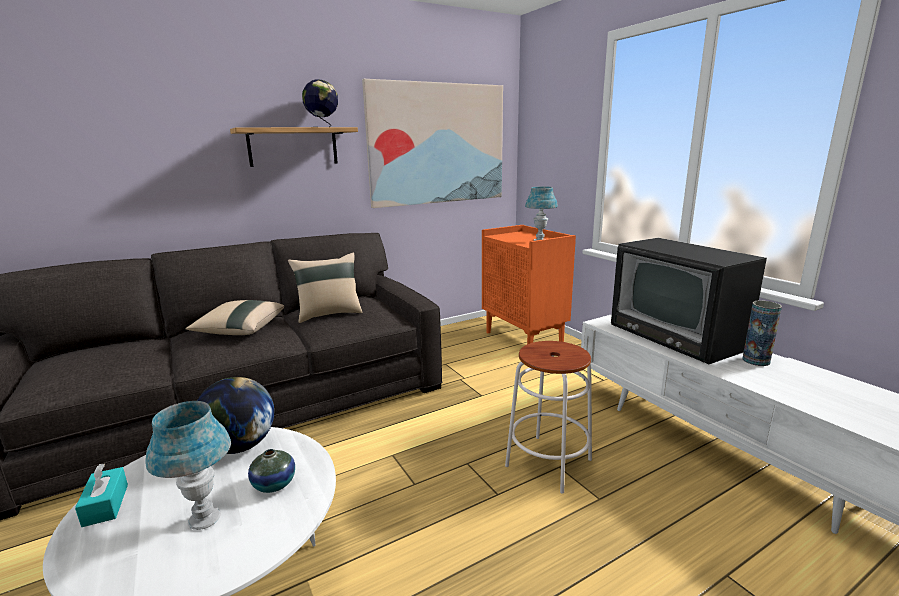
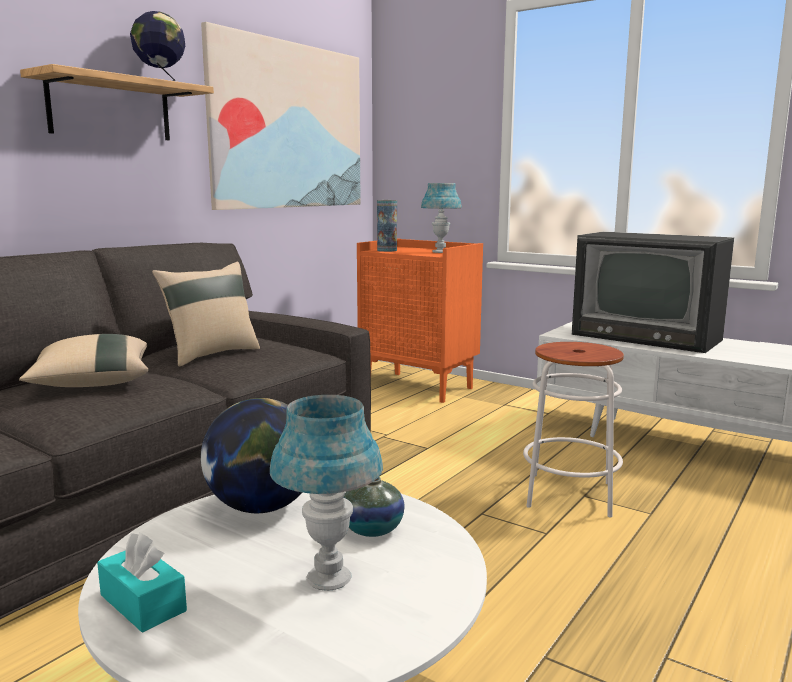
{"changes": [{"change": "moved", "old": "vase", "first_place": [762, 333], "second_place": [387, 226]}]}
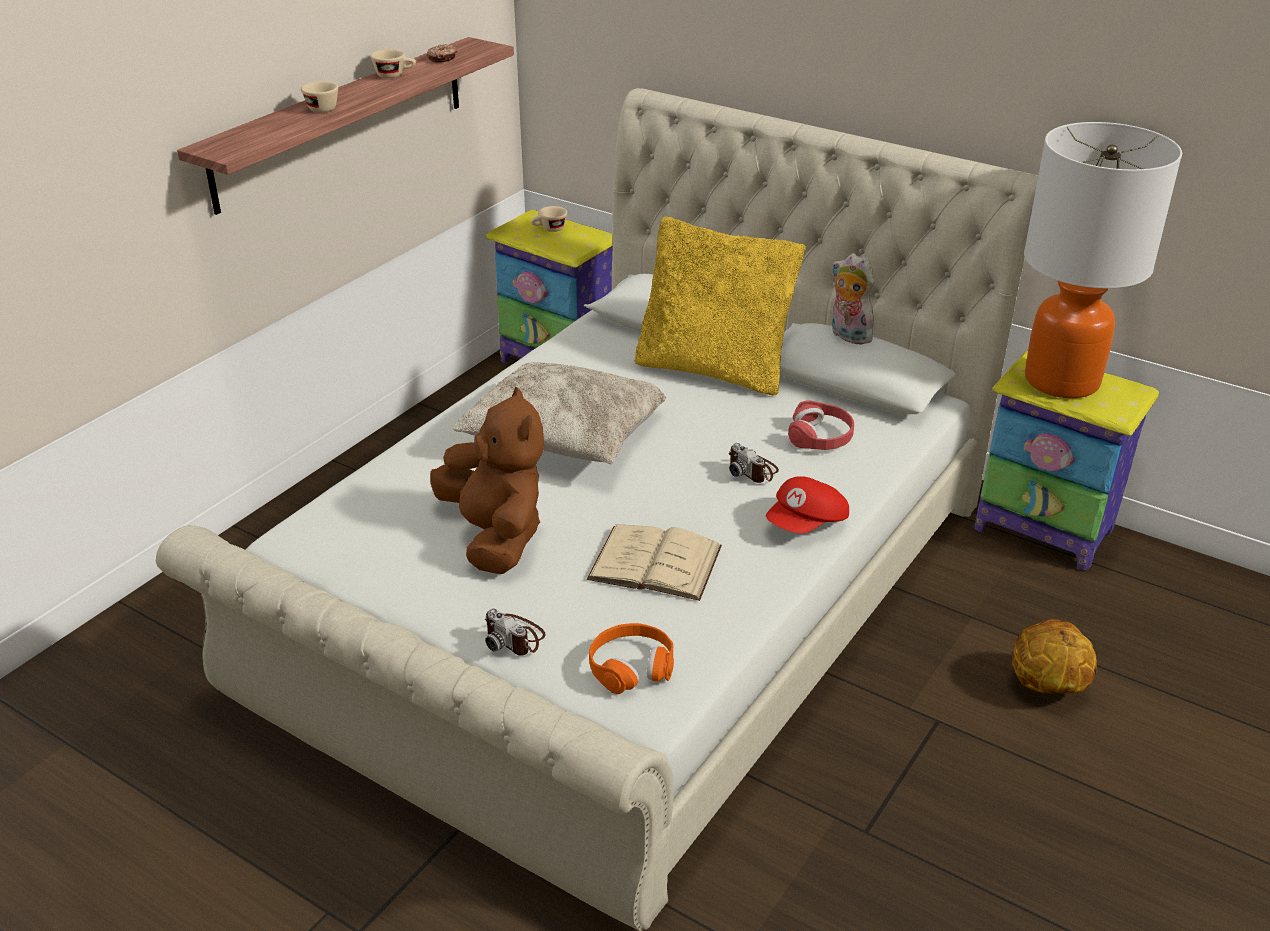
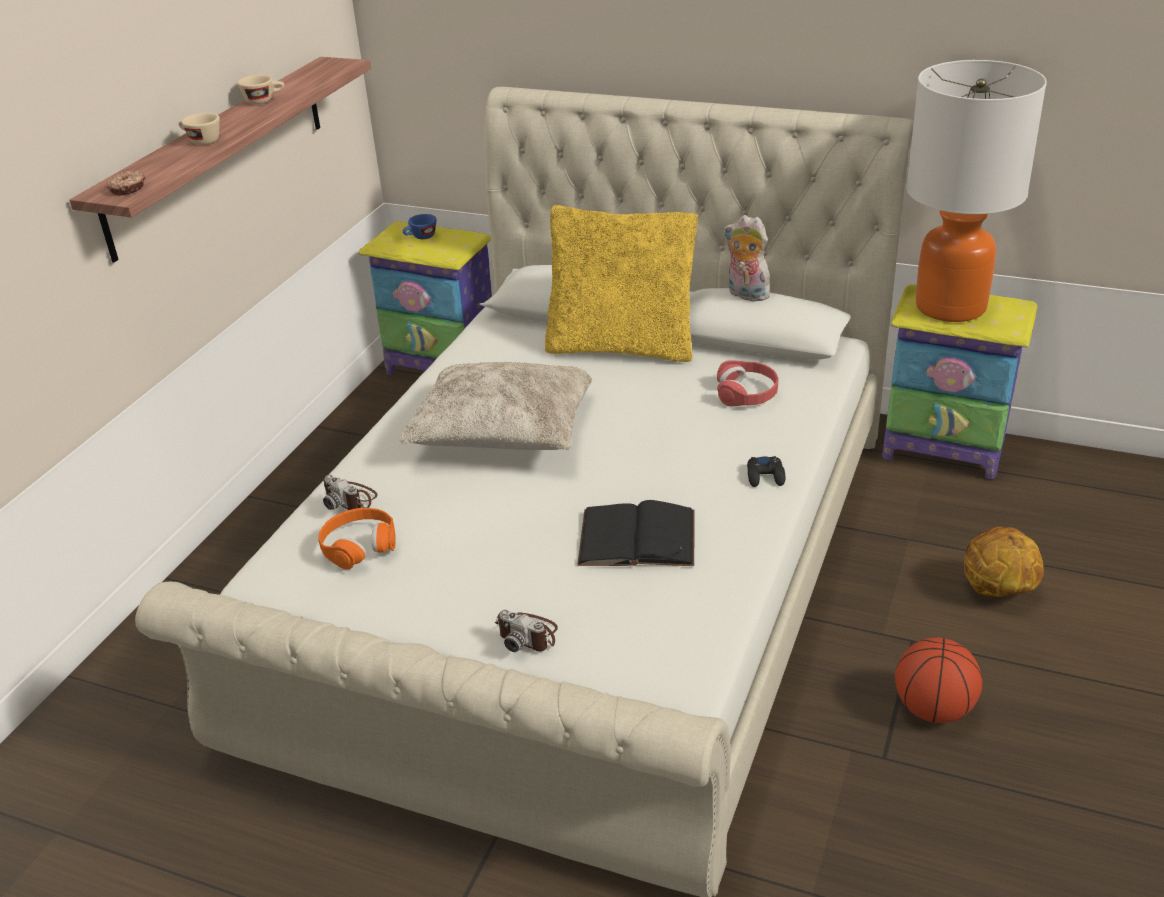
{"changes": [{"change": "removed", "old": "brown plush toy", "first_place": [487, 480]}, {"change": "added", "new": "basketball", "second_place": [939, 680]}, {"change": "moved", "old": "donut", "first_place": [442, 53], "second_place": [126, 183]}, {"change": "moved", "old": "orange headphones", "first_place": [631, 658], "second_place": [357, 538]}, {"change": "moved", "old": "photo camera", "first_place": [754, 463], "second_place": [350, 492]}, {"change": "replaced", "old": "red cap", "new": "black game controller", "first_place": [807, 505], "second_place": [766, 471]}, {"change": "recoloured", "old": "beige cup", "new": "blue cup", "first_place": [549, 219], "second_place": [420, 226]}, {"change": "recoloured", "old": "beige book", "new": "black book", "first_place": [654, 562], "second_place": [636, 533]}]}
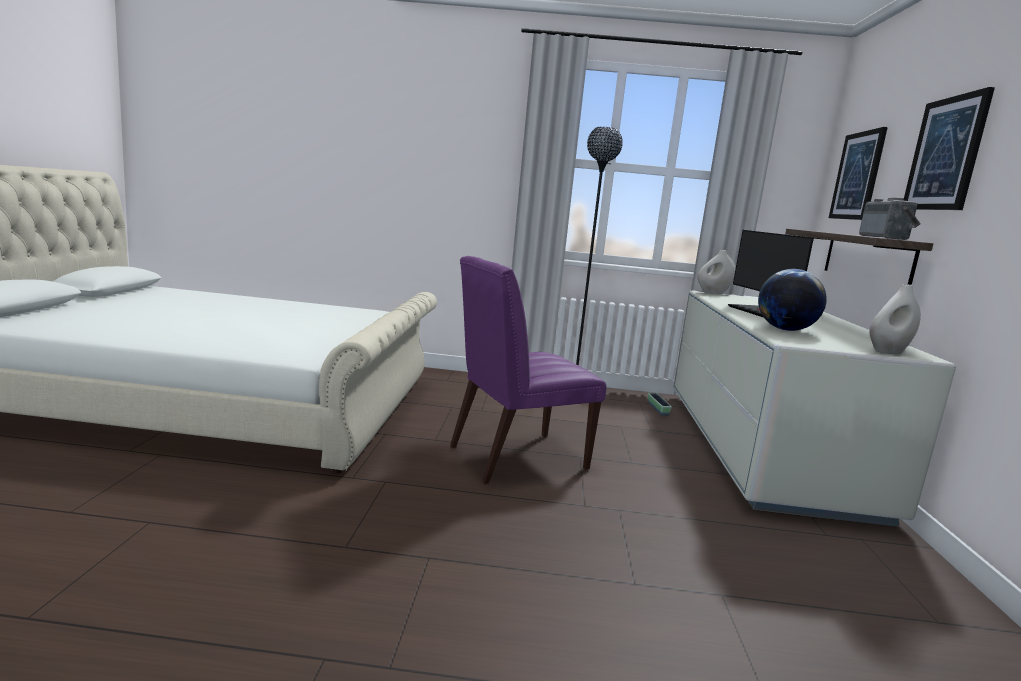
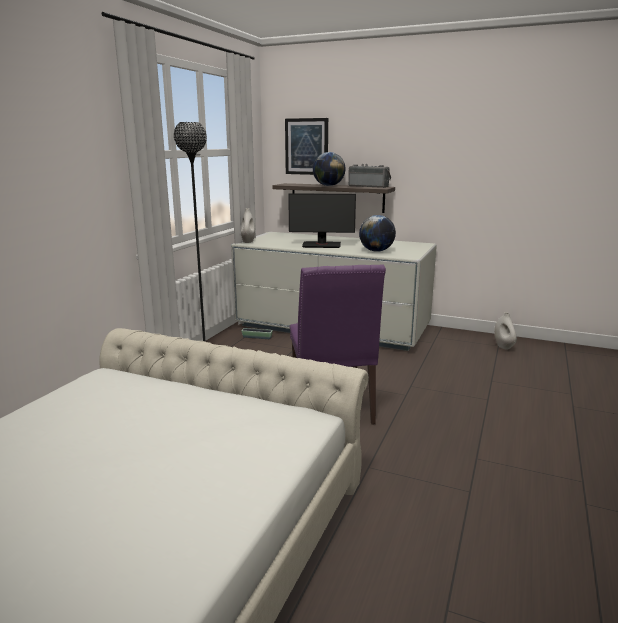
{"changes": [{"change": "removed", "old": "picture", "first_place": [949, 148]}, {"change": "added", "new": "globe", "second_place": [329, 169]}, {"change": "moved", "old": "white vase", "first_place": [895, 319], "second_place": [505, 330]}]}
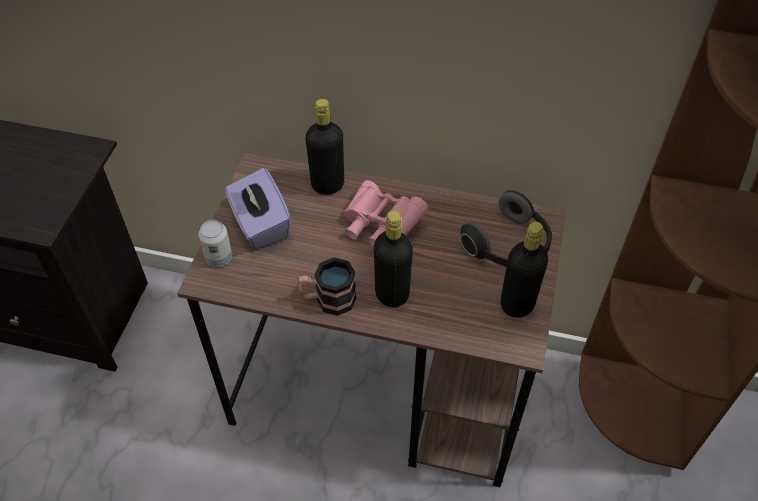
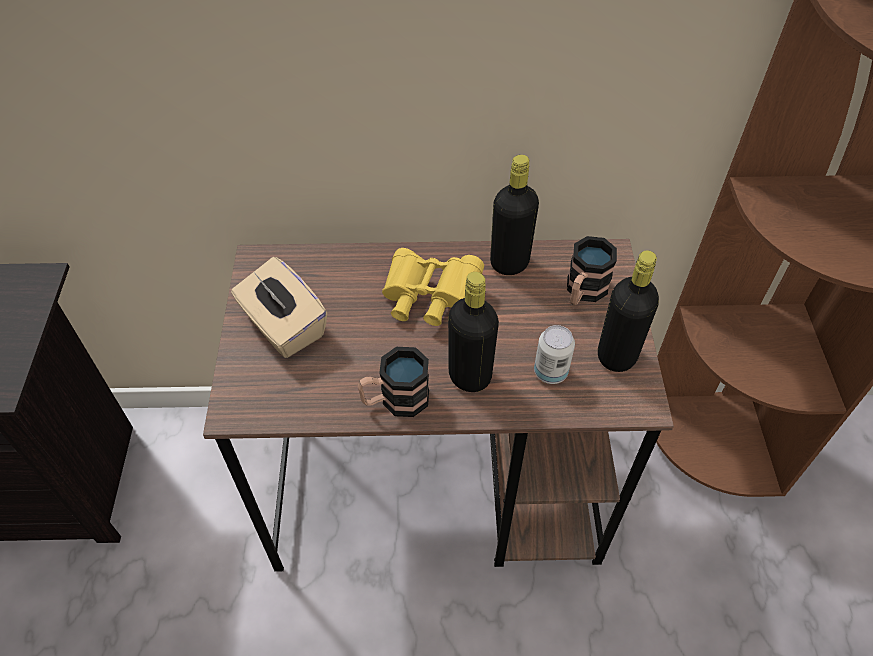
{"changes": [{"change": "moved", "old": "can", "first_place": [215, 243], "second_place": [554, 354]}, {"change": "moved", "old": "black bottle", "first_place": [324, 147], "second_place": [514, 215]}, {"change": "replaced", "old": "headphones", "new": "mug", "first_place": [506, 228], "second_place": [592, 270]}, {"change": "recoloured", "old": "purple tissue box", "new": "beige tissue box", "first_place": [258, 208], "second_place": [279, 307]}, {"change": "recoloured", "old": "pink binoculars", "new": "yellow binoculars", "first_place": [386, 213], "second_place": [433, 287]}]}
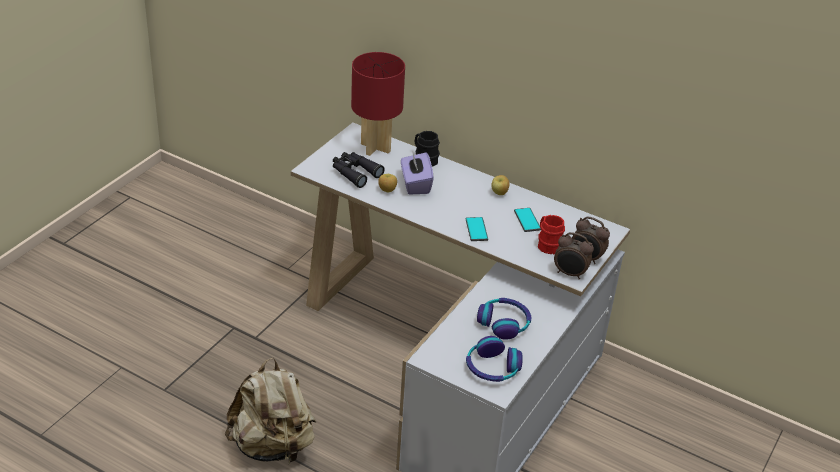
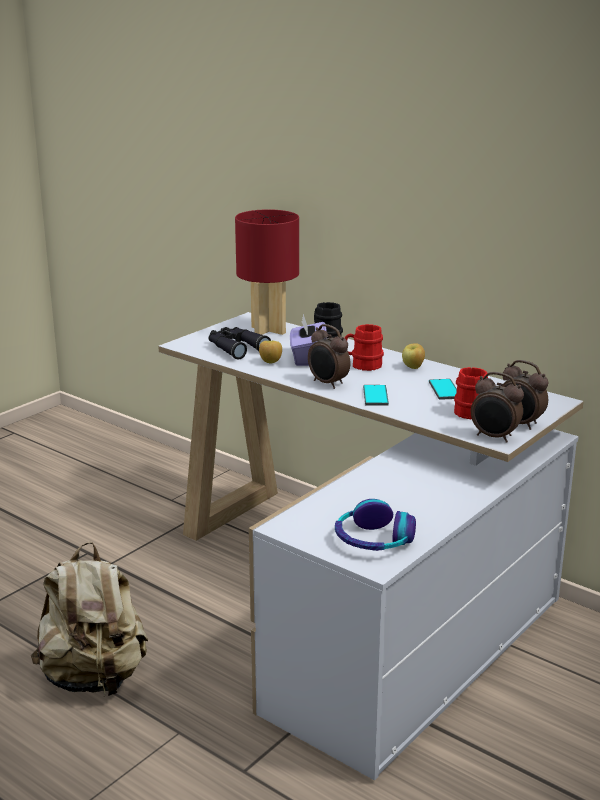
{"changes": [{"change": "removed", "old": "headphones", "first_place": [504, 319]}, {"change": "added", "new": "alarm clock", "second_place": [329, 356]}, {"change": "added", "new": "red mug", "second_place": [364, 347]}]}
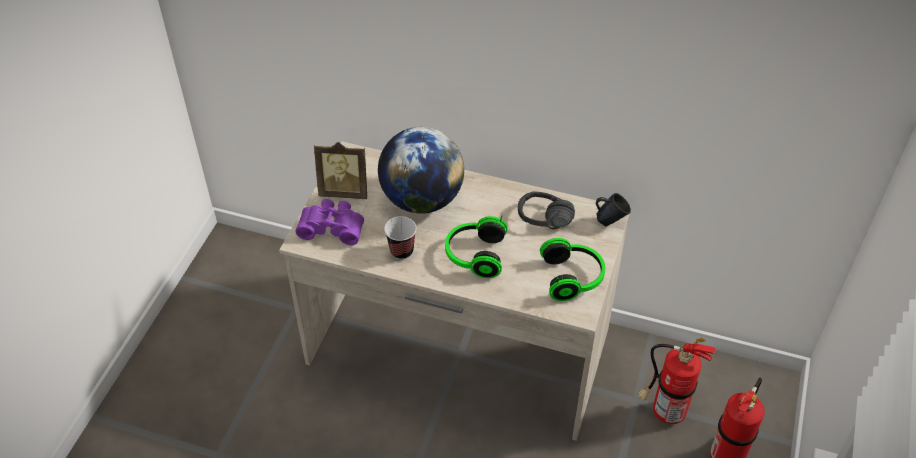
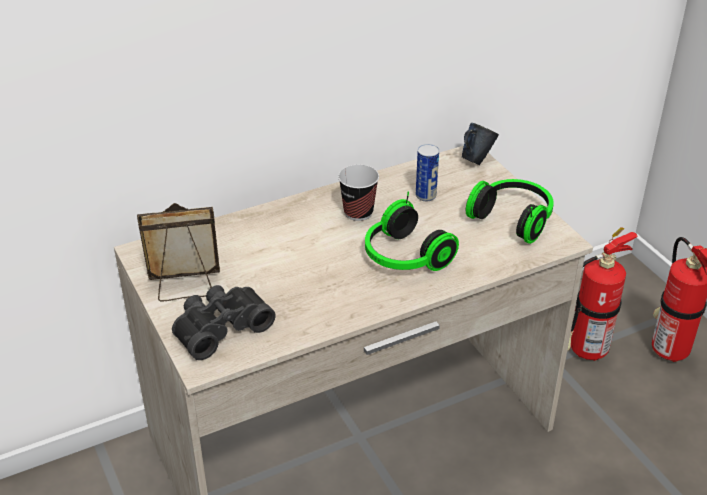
{"changes": [{"change": "removed", "old": "globe", "first_place": [421, 170]}, {"change": "moved", "old": "cup", "first_place": [400, 238], "second_place": [358, 193]}, {"change": "replaced", "old": "black headphones", "new": "can", "first_place": [546, 210], "second_place": [427, 172]}, {"change": "recoloured", "old": "purple binoculars", "new": "black binoculars", "first_place": [329, 222], "second_place": [224, 322]}, {"change": "turned", "old": "picture frame", "first_place": [340, 170], "second_place": [178, 252], "degrees": -150}]}
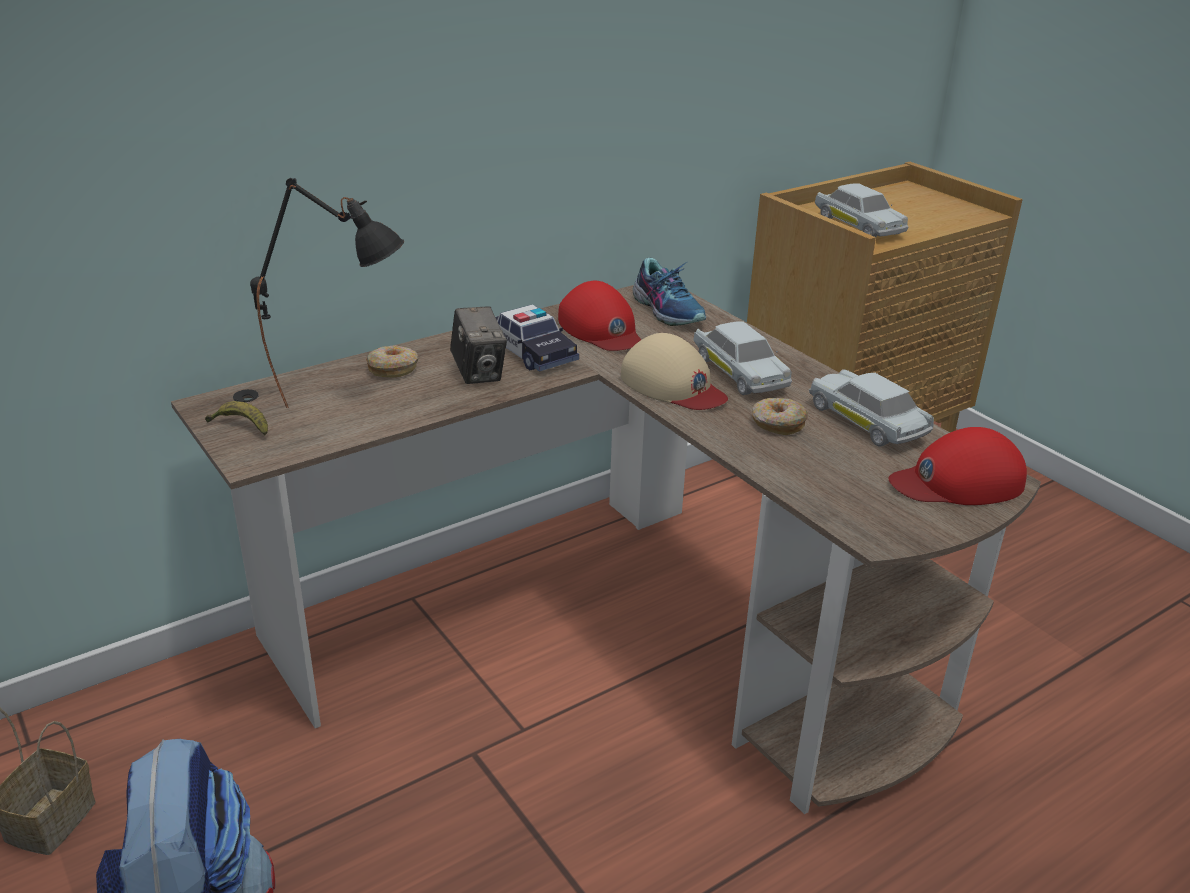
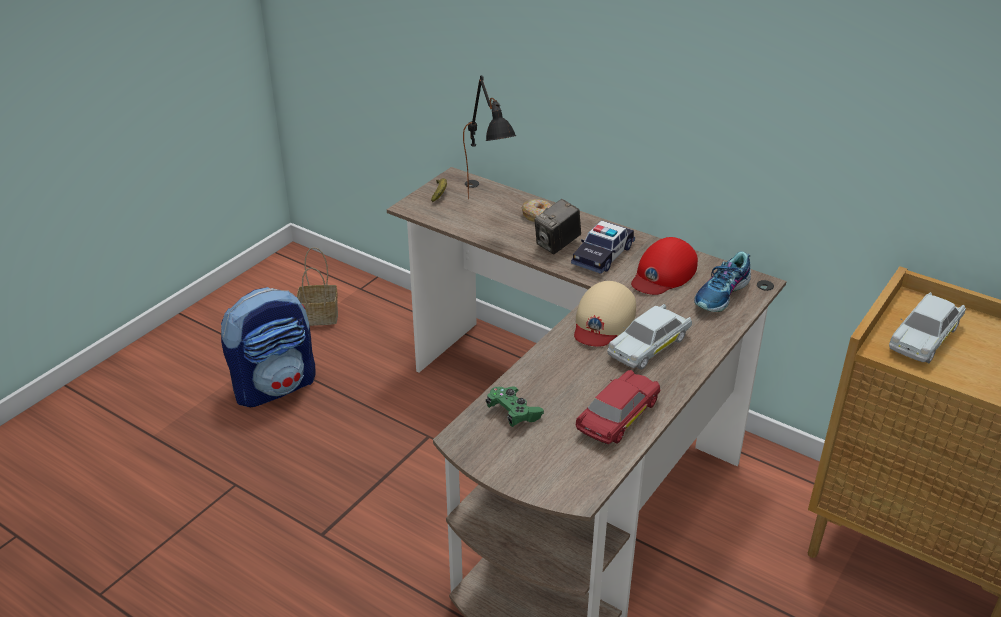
{"changes": [{"change": "removed", "old": "donut", "first_place": [780, 416]}, {"change": "removed", "old": "red cap", "first_place": [957, 466]}, {"change": "added", "new": "green game controller", "second_place": [515, 406]}, {"change": "recoloured", "old": "white toy car", "new": "red toy car", "first_place": [871, 408], "second_place": [618, 407]}]}
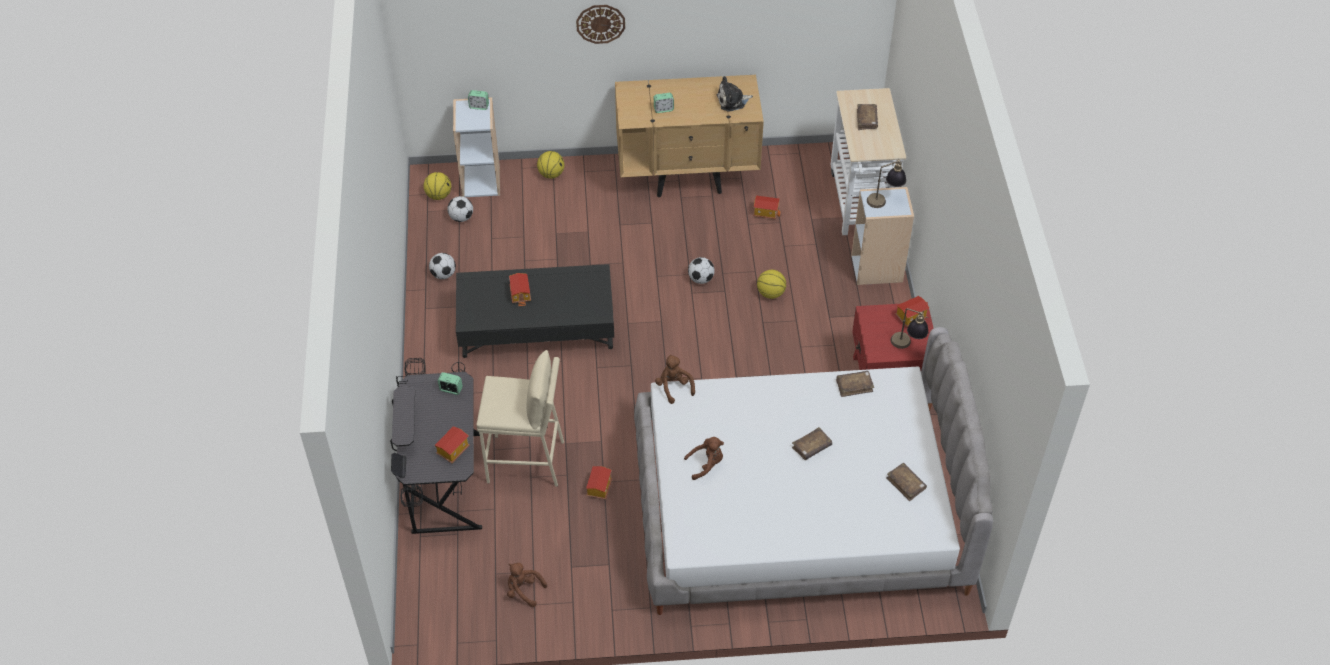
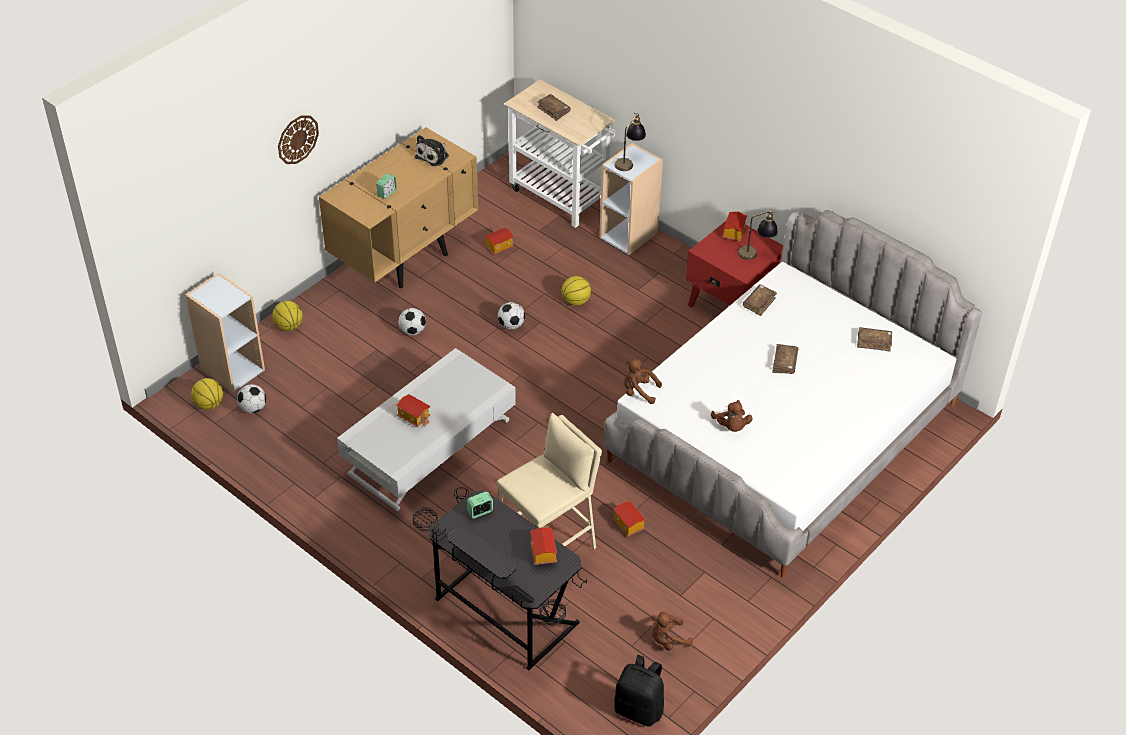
{"changes": [{"change": "removed", "old": "alarm clock", "first_place": [478, 100]}, {"change": "added", "new": "black backpack", "second_place": [639, 691]}, {"change": "moved", "old": "football", "first_place": [442, 266], "second_place": [412, 321]}, {"change": "recoloured", "old": "black coffee table", "new": "white coffee table", "first_place": [535, 311], "second_place": [426, 429]}, {"change": "turned", "old": "brown plush toy", "first_place": [704, 458], "second_place": [731, 416], "degrees": 135}]}
